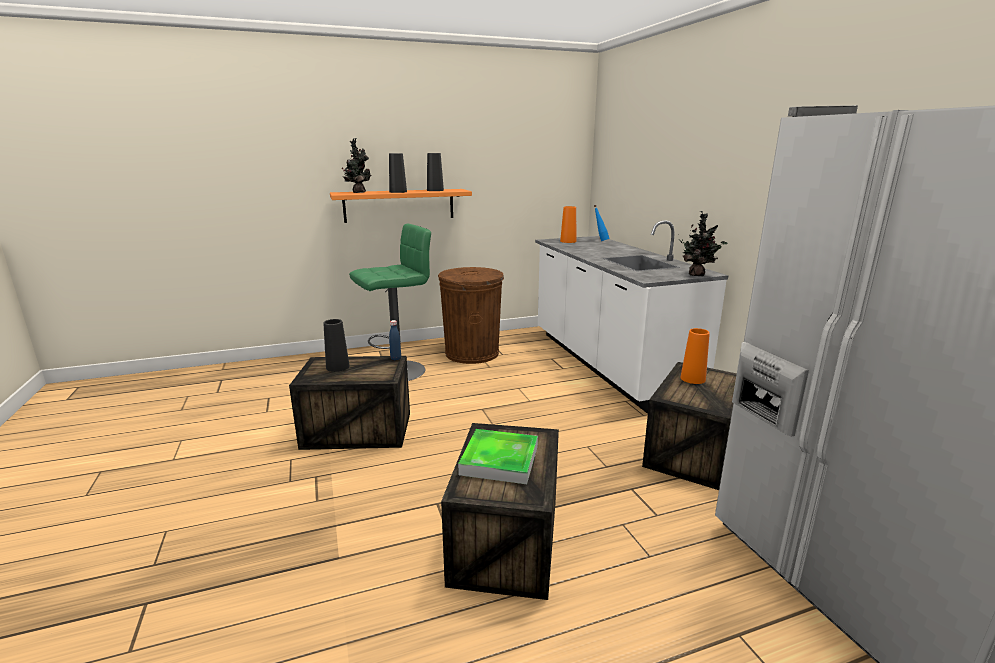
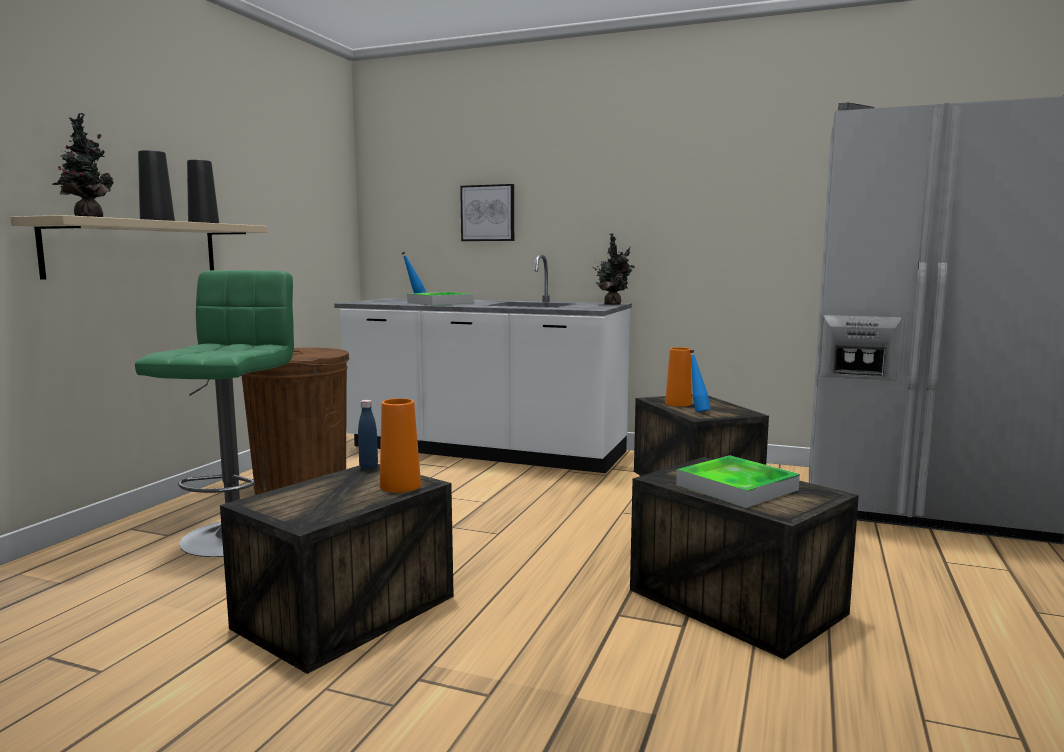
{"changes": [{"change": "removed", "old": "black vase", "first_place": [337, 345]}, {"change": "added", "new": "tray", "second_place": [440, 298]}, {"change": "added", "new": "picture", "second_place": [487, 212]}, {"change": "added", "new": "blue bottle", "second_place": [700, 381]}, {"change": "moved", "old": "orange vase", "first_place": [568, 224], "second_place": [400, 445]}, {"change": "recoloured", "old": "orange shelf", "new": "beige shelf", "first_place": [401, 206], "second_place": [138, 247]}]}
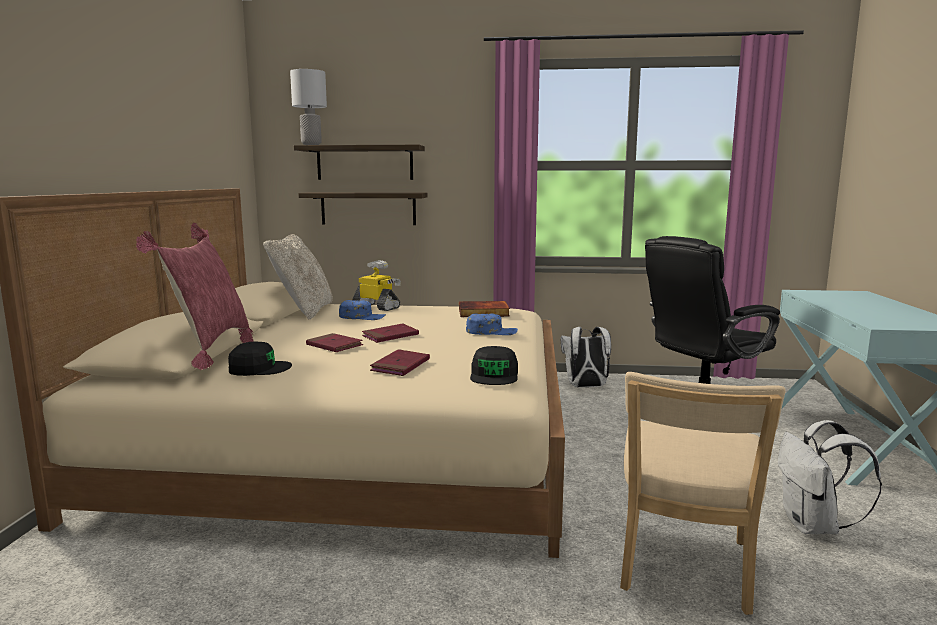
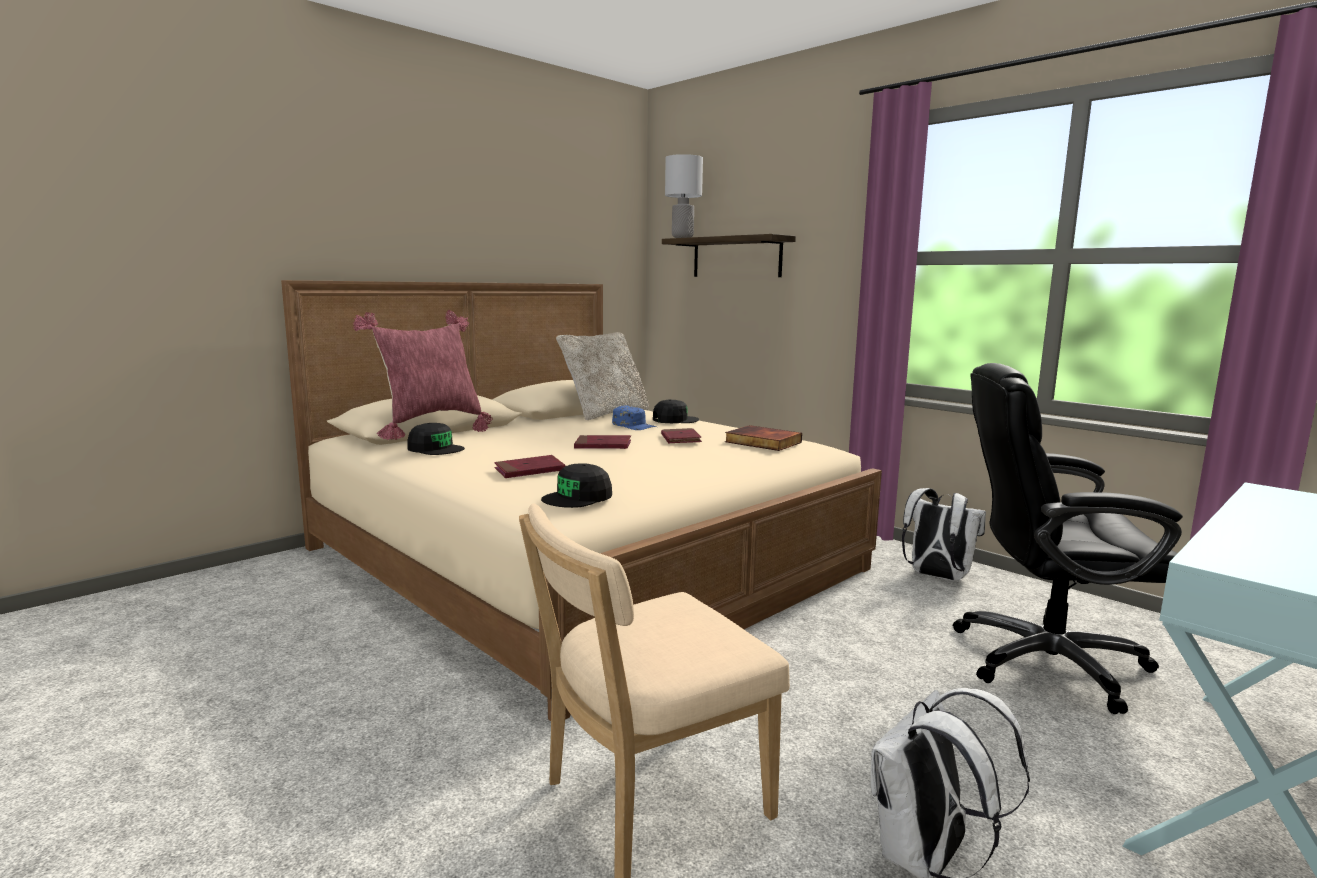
{"changes": [{"change": "removed", "old": "shelf", "first_place": [362, 208]}, {"change": "removed", "old": "blue cap", "first_place": [492, 324]}, {"change": "moved", "old": "red book", "first_place": [334, 342], "second_place": [681, 435]}, {"change": "replaced", "old": "toy robot", "new": "black cap", "first_place": [376, 285], "second_place": [676, 411]}]}
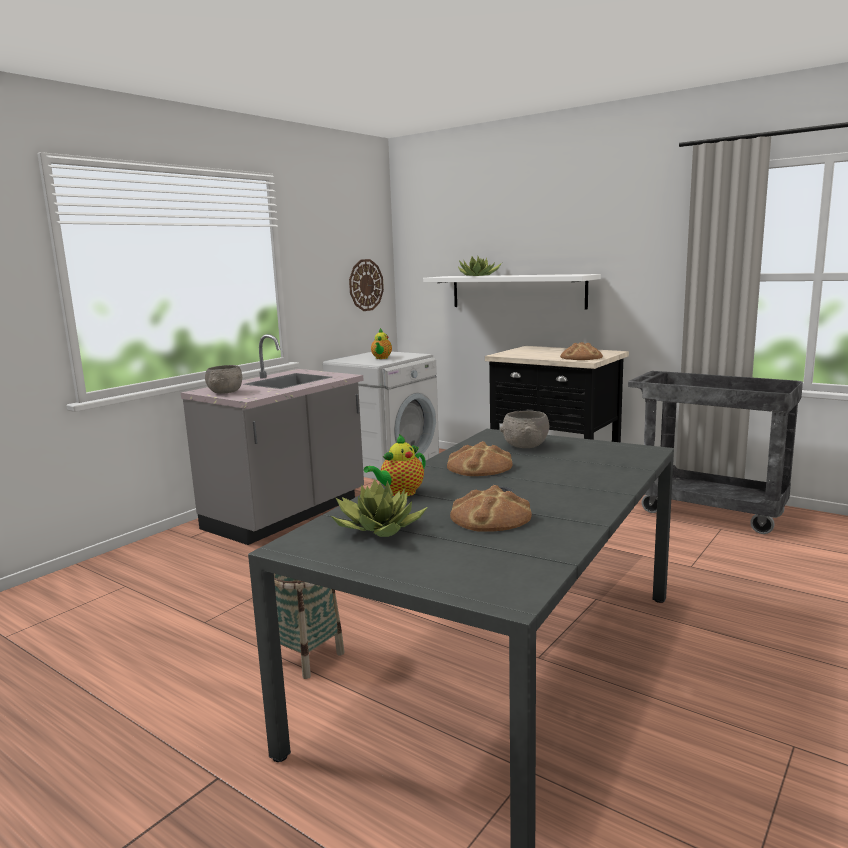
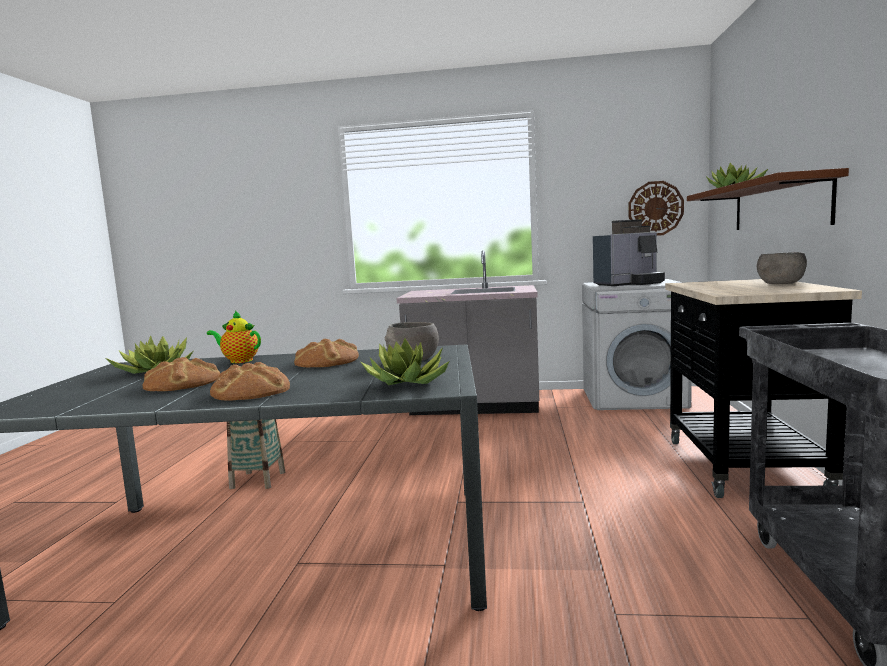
{"changes": [{"change": "added", "new": "potted plant", "second_place": [405, 361]}, {"change": "moved", "old": "grey bowl", "first_place": [223, 379], "second_place": [782, 268]}, {"change": "moved", "old": "bread", "first_place": [581, 351], "second_place": [250, 381]}, {"change": "replaced", "old": "teapot", "new": "coffee machine", "first_place": [381, 343], "second_place": [629, 252]}, {"change": "recoloured", "old": "white shelf", "new": "brown shelf", "first_place": [512, 291], "second_place": [768, 199]}]}
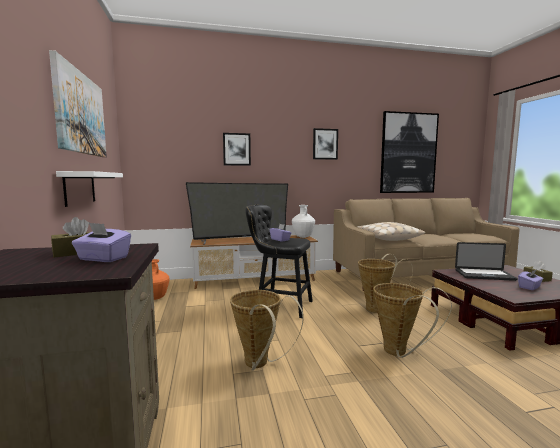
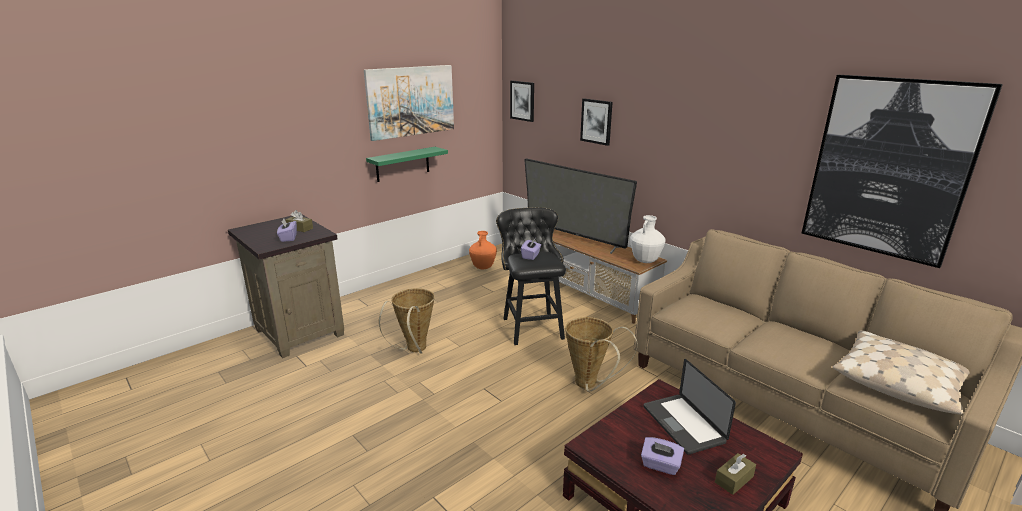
{"changes": [{"change": "removed", "old": "basket", "first_place": [412, 320]}, {"change": "moved", "old": "picture", "first_place": [325, 144], "second_place": [522, 101]}, {"change": "moved", "old": "beige pillow", "first_place": [391, 231], "second_place": [901, 372]}, {"change": "recoloured", "old": "white shelf", "new": "green shelf", "first_place": [89, 189], "second_place": [407, 164]}]}
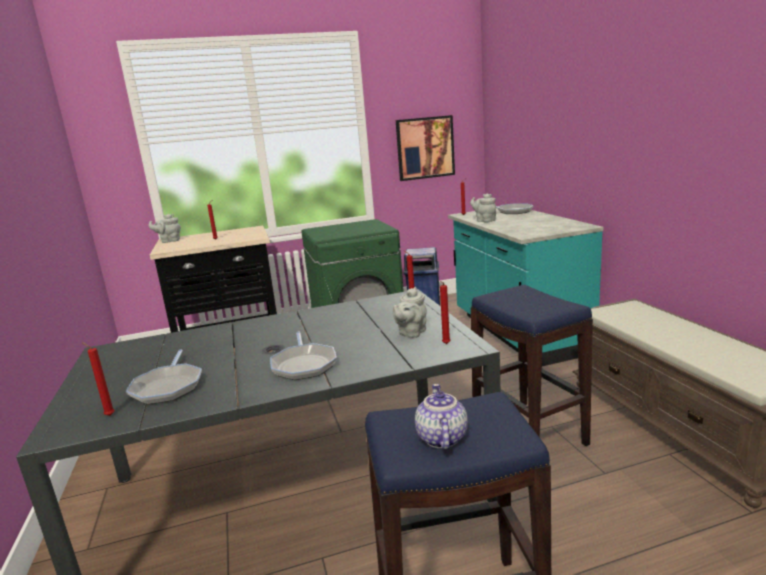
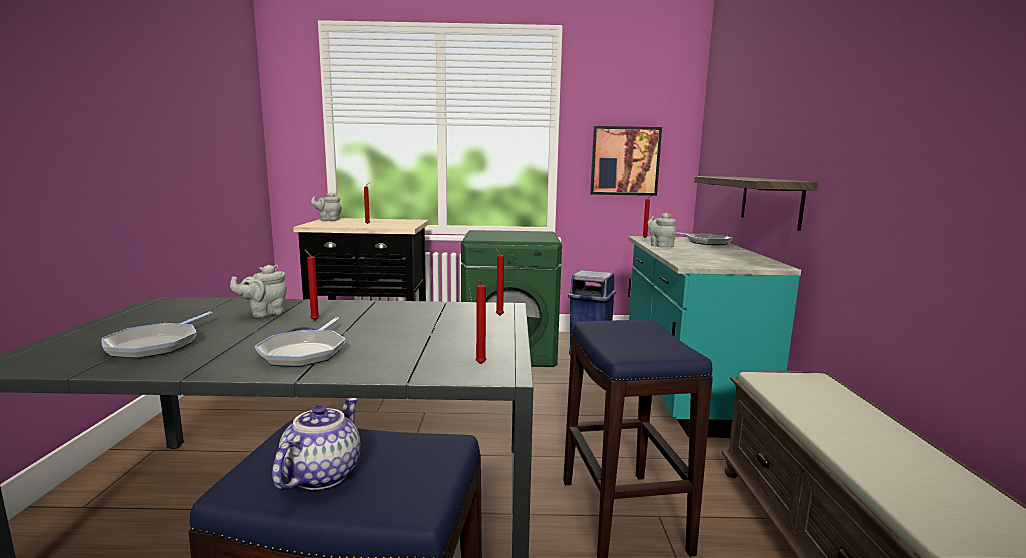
{"changes": [{"change": "added", "new": "shelf", "second_place": [756, 203]}, {"change": "moved", "old": "red candle", "first_place": [98, 379], "second_place": [312, 285]}, {"change": "moved", "old": "grey teapot", "first_place": [410, 312], "second_place": [258, 291]}]}
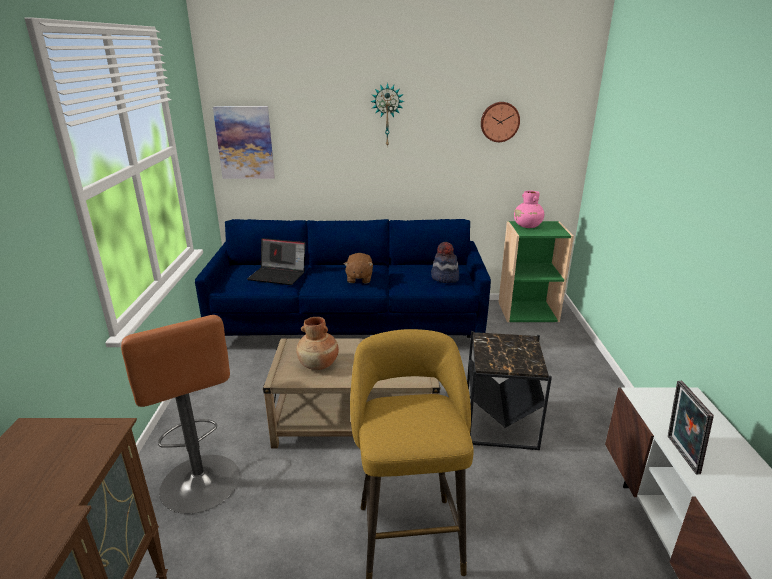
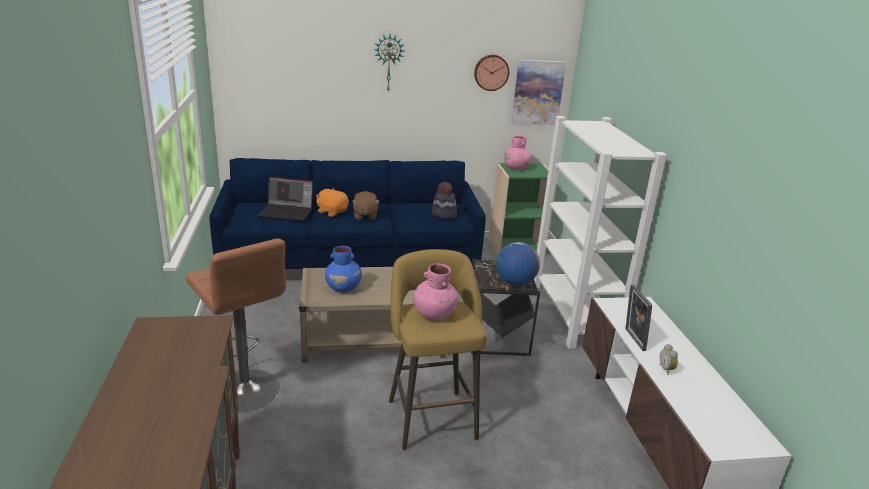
{"changes": [{"change": "added", "new": "orange plush toy", "second_place": [332, 202]}, {"change": "added", "new": "pink vase", "second_place": [435, 291]}, {"change": "added", "new": "globe", "second_place": [518, 263]}, {"change": "added", "new": "white bookcase", "second_place": [600, 232]}, {"change": "added", "new": "alarm clock", "second_place": [669, 359]}, {"change": "moved", "old": "picture", "first_place": [244, 142], "second_place": [539, 92]}, {"change": "recoloured", "old": "brown vase", "new": "blue vase", "first_place": [317, 343], "second_place": [343, 269]}]}
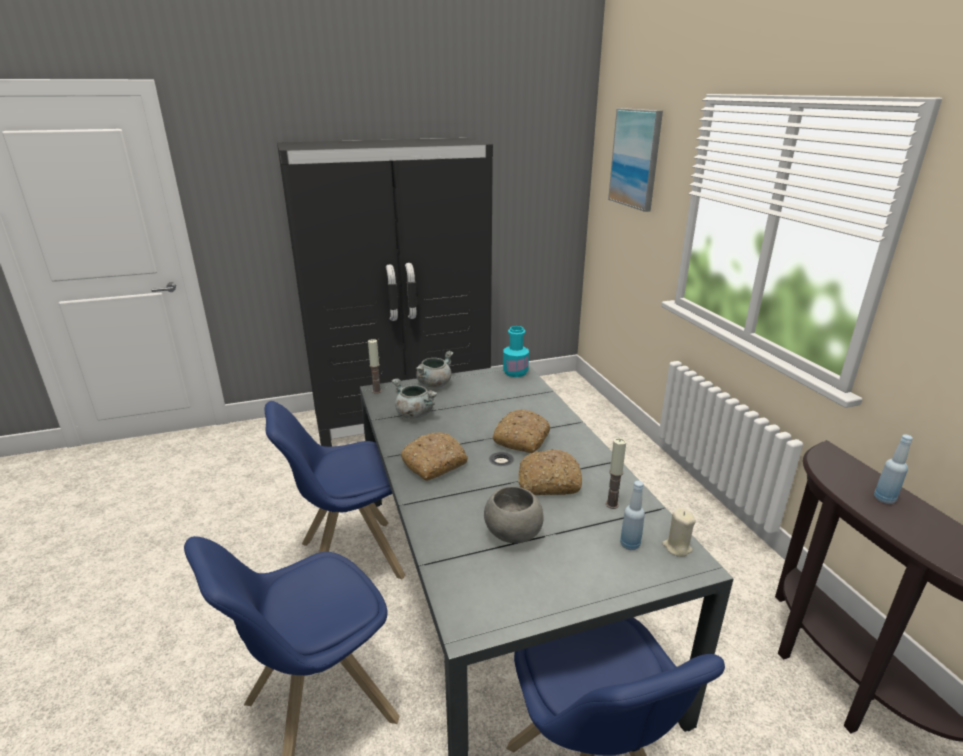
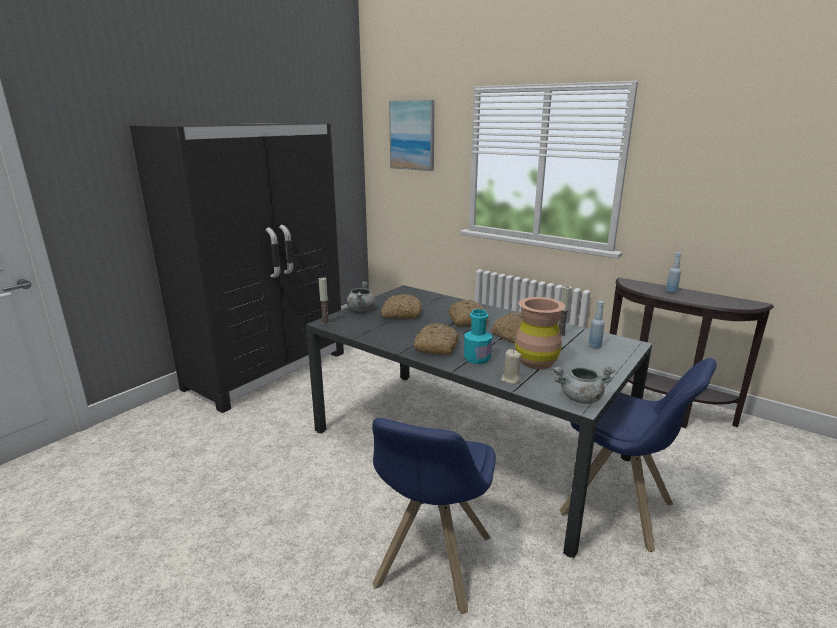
{"changes": [{"change": "removed", "old": "blue chair", "first_place": [335, 490]}, {"change": "added", "new": "bread", "second_place": [401, 306]}, {"change": "moved", "old": "grey cooking pot", "first_place": [414, 399], "second_place": [584, 385]}, {"change": "moved", "old": "turquoise bottle", "first_place": [516, 351], "second_place": [478, 336]}, {"change": "moved", "old": "beige candle", "first_place": [679, 532], "second_place": [511, 366]}, {"change": "replaced", "old": "grey bowl", "new": "brown vase", "first_place": [514, 514], "second_place": [540, 333]}]}
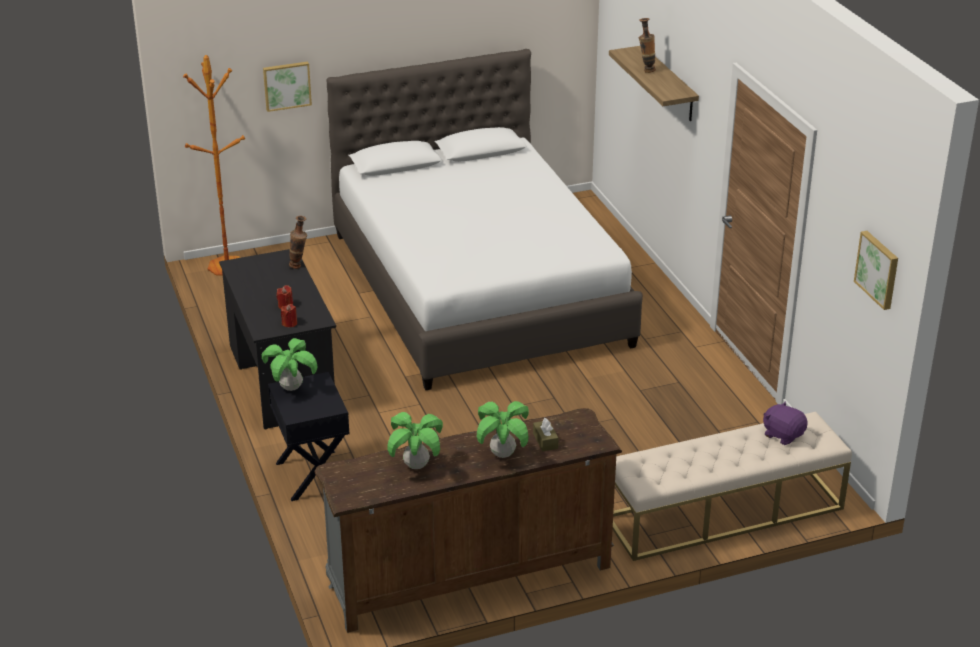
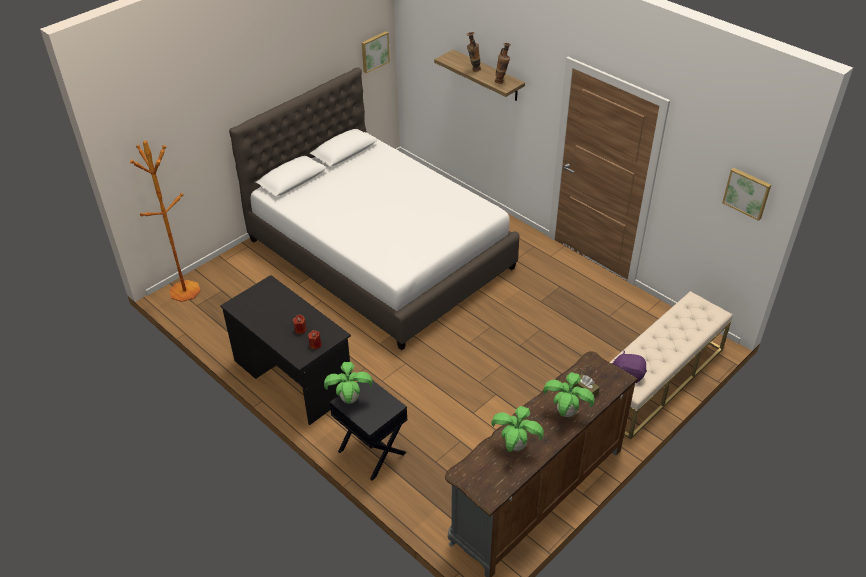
{"changes": [{"change": "moved", "old": "picture", "first_place": [287, 87], "second_place": [376, 52]}, {"change": "moved", "old": "vase", "first_place": [298, 242], "second_place": [503, 63]}, {"change": "moved", "old": "purple plush toy", "first_place": [785, 423], "second_place": [629, 367]}]}
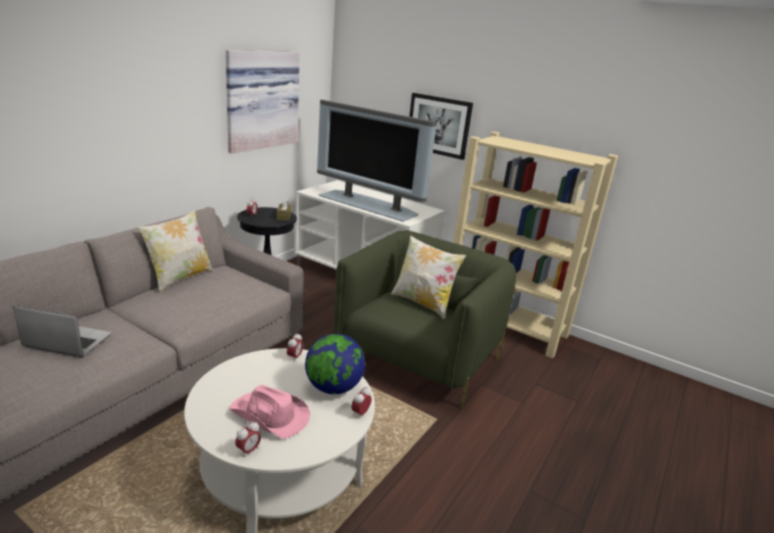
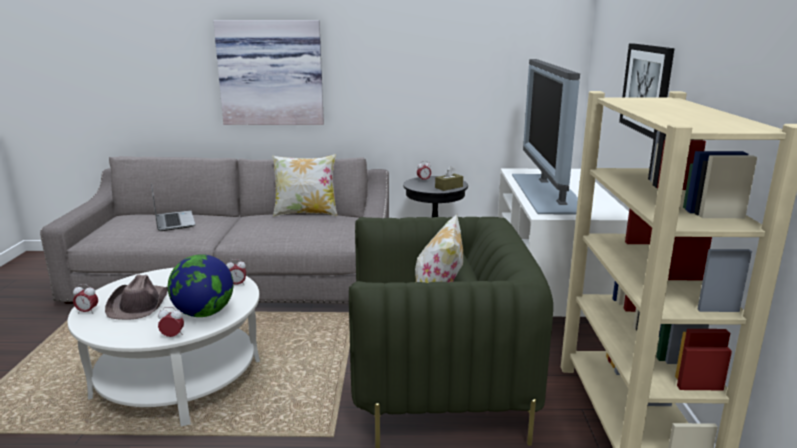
{"changes": [{"change": "moved", "old": "picture", "first_place": [263, 102], "second_place": [268, 72]}, {"change": "recoloured", "old": "pink hat", "new": "brown hat", "first_place": [270, 412], "second_place": [136, 297]}]}
